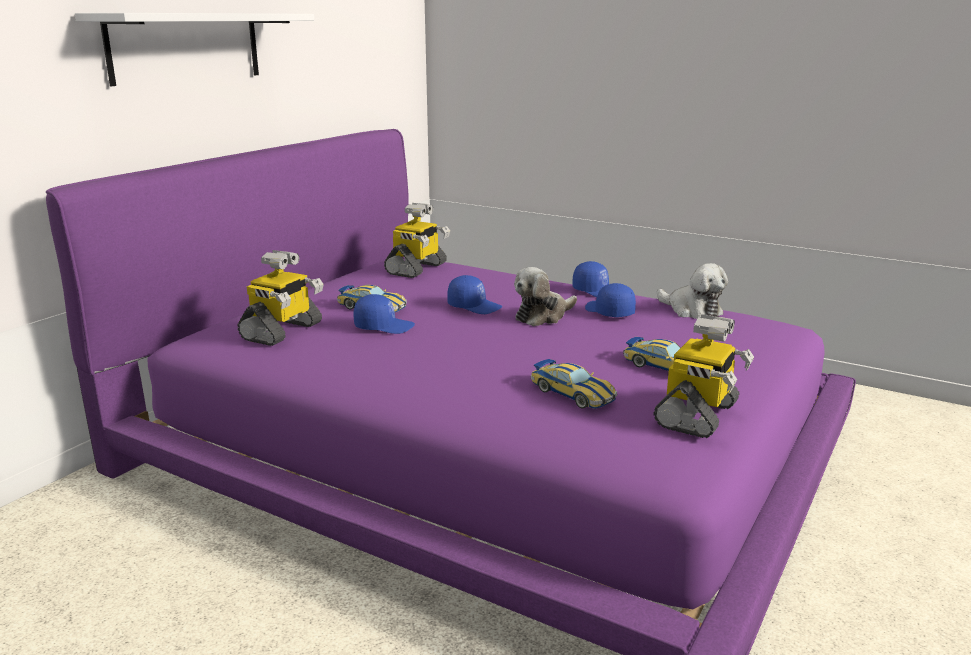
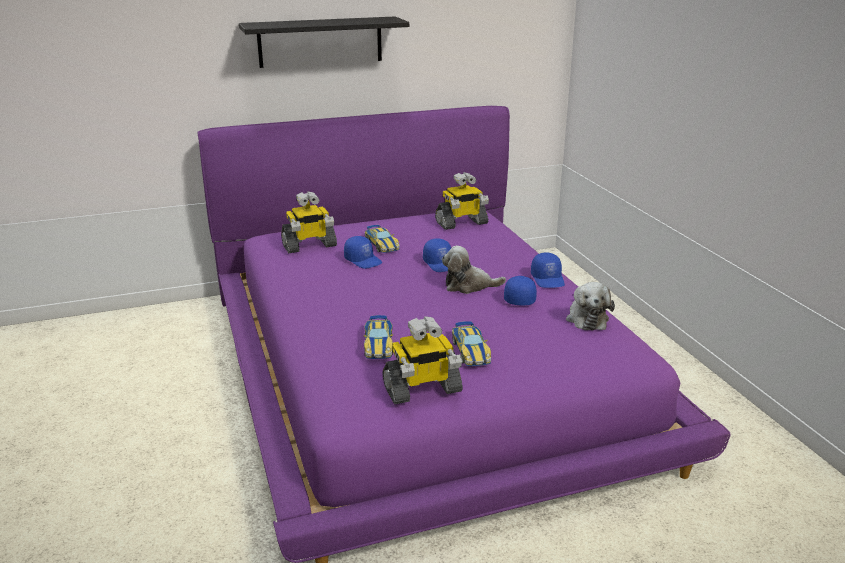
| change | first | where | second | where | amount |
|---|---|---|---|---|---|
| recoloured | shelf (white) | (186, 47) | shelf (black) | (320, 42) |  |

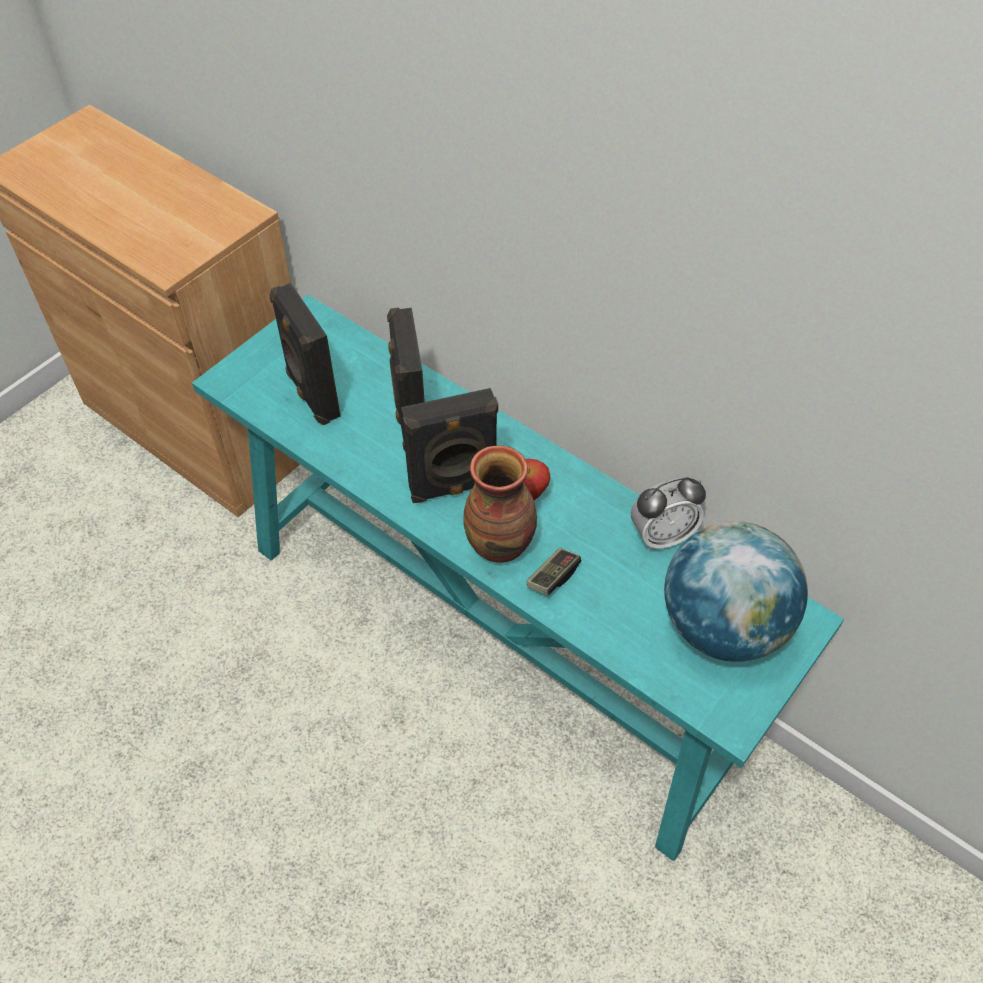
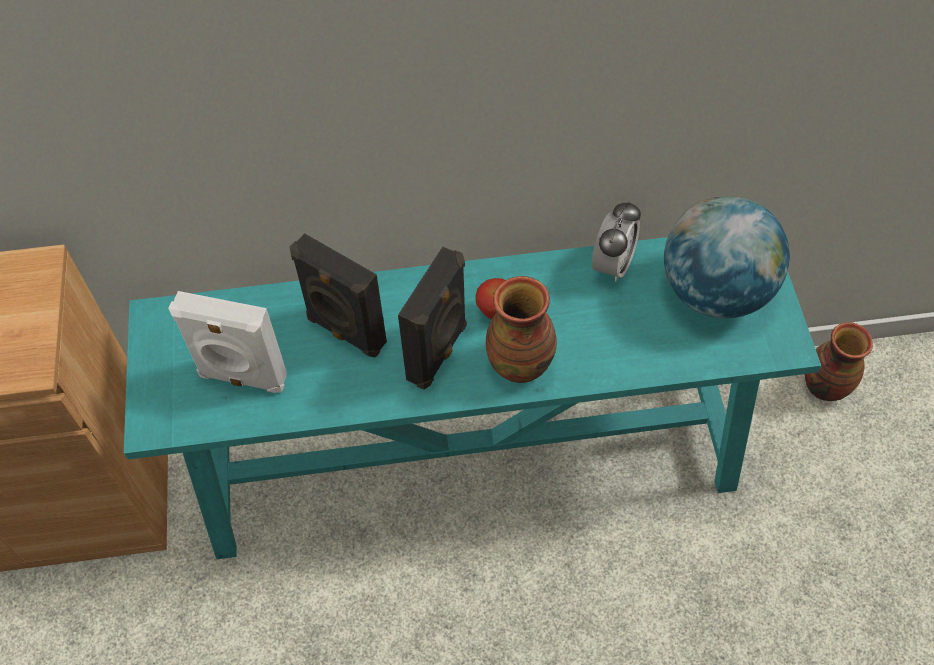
| change | first | where | second | where | amount |
|---|---|---|---|---|---|
| recoloured | speaker (black) | (311, 396) | speaker (white) | (242, 377) |  |
| added |  |  | vase | (823, 386) |  |
| removed | game controller | (553, 577) |  |  |  |

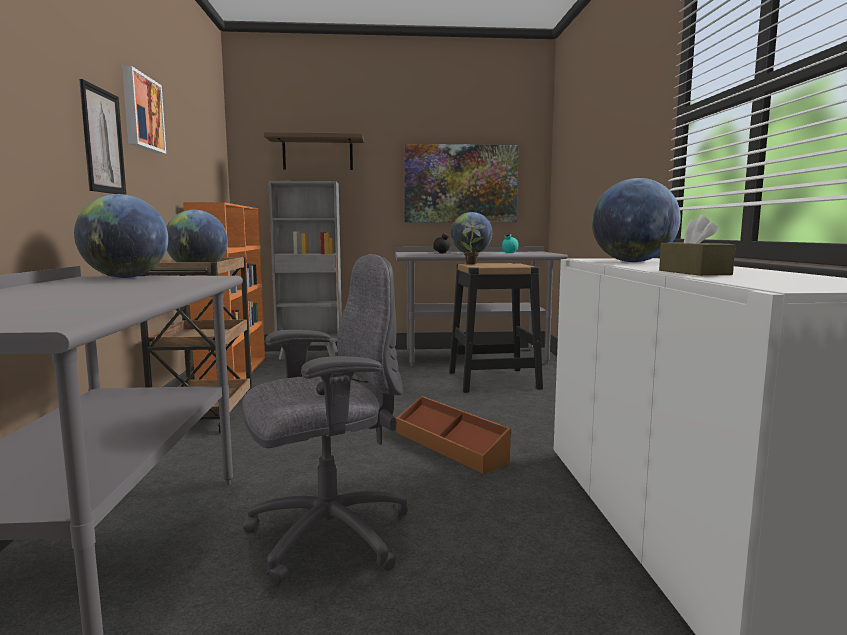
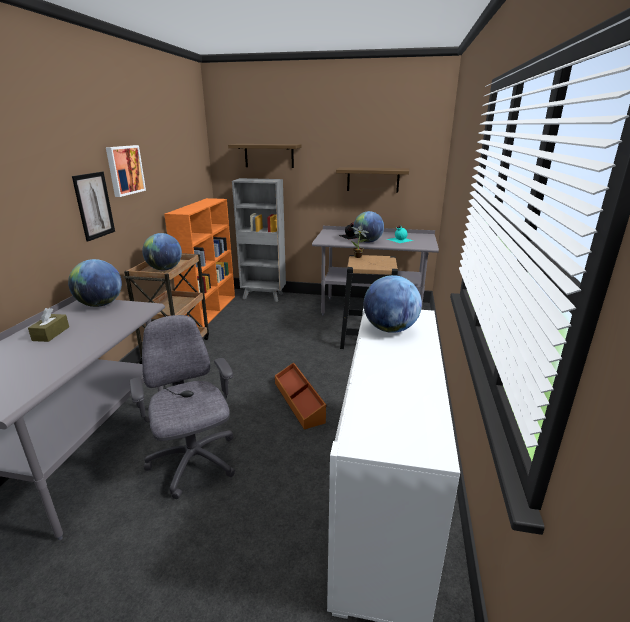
| change | first | where | second | where | amount |
|---|---|---|---|---|---|
| moved | tissue box (brown) | (694, 272) |  | (51, 333) |  |
| turned | office chair (grey) | (326, 536) |  | (194, 463) | 105 degrees counterclockwise |
| replaced | picture | (460, 184) | shelf | (373, 179) |  |

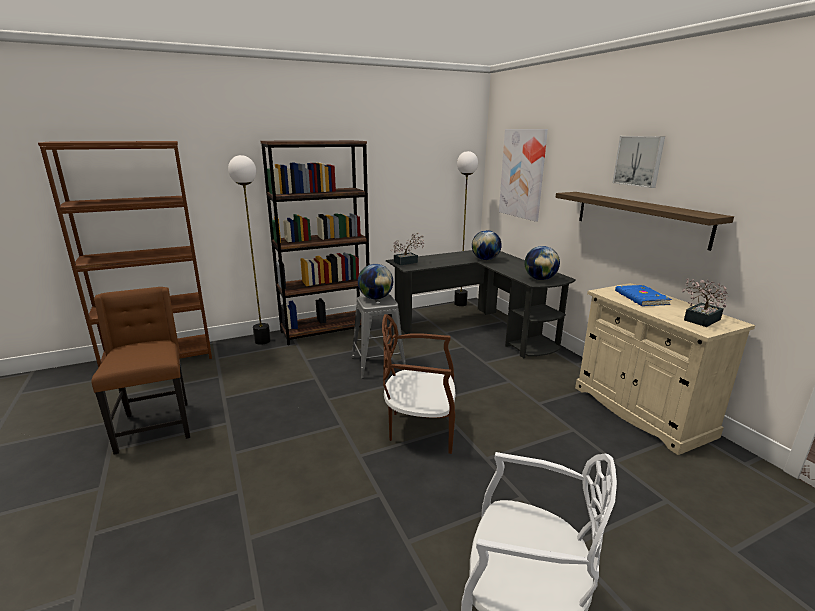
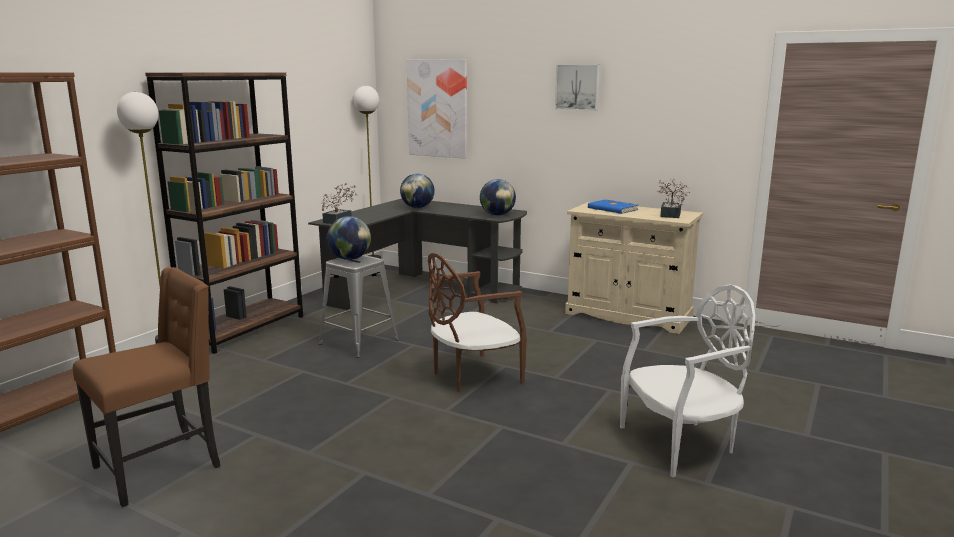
| change | first | where | second | where | amount |
|---|---|---|---|---|---|
| turned | chair (brown) | (155, 426) |  | (160, 467) | 105 degrees clockwise |
| removed | shelf | (639, 217) |  |  |  |

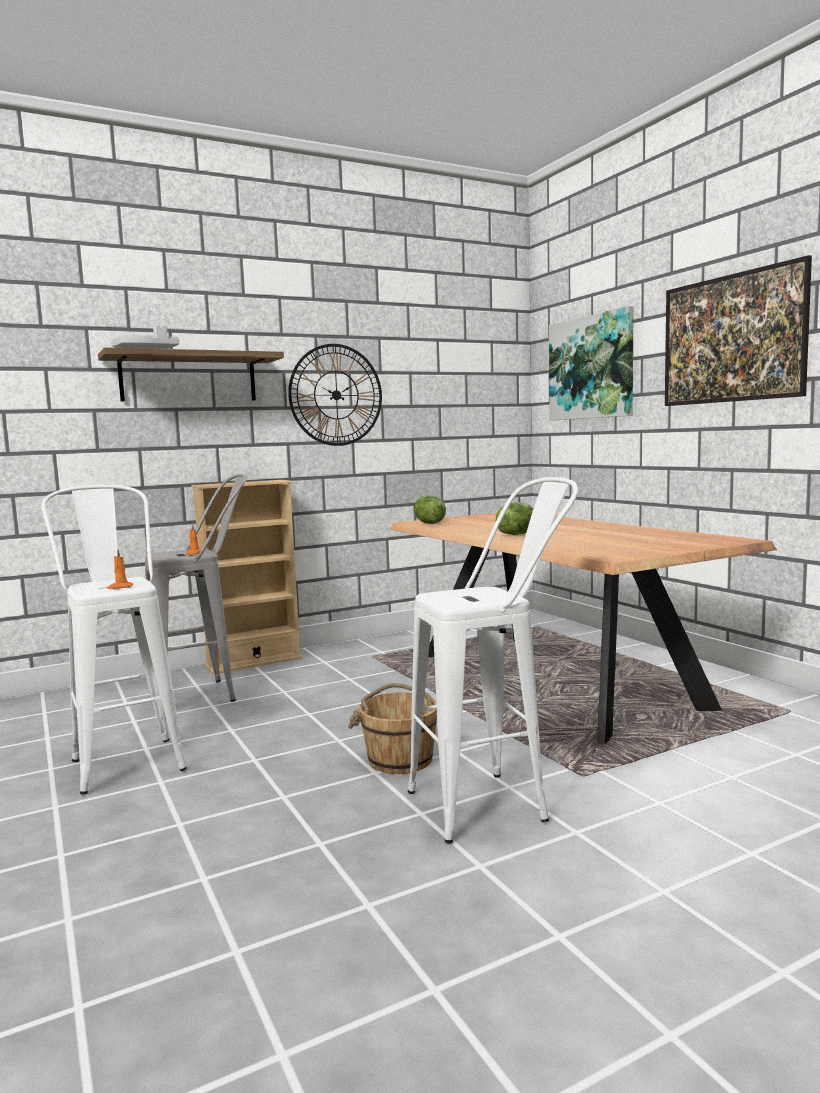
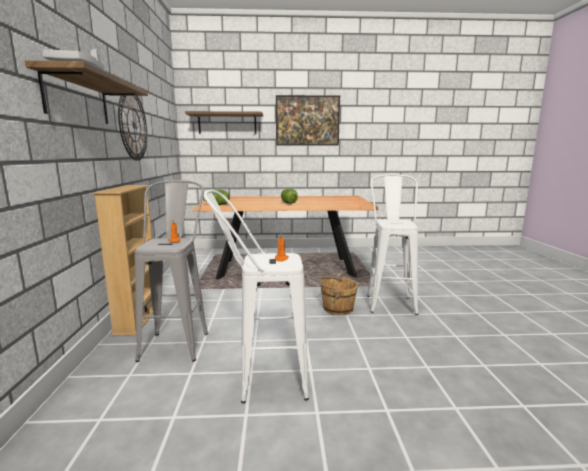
| change | first | where | second | where | amount |
|---|---|---|---|---|---|
| replaced | picture | (591, 367) | shelf | (227, 123) |  |

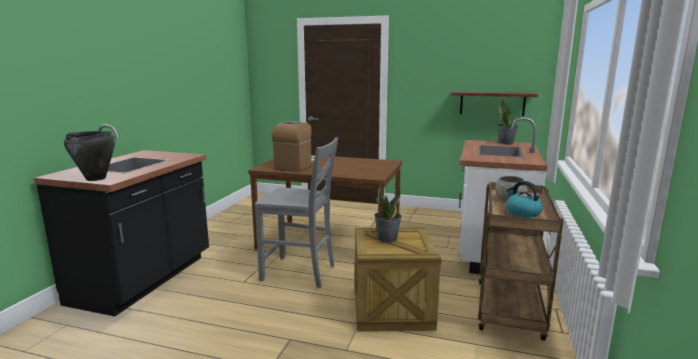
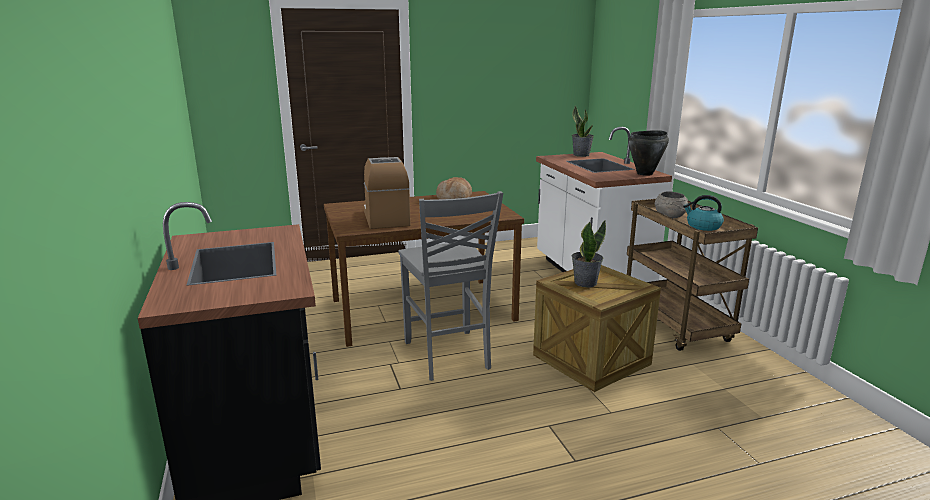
| change | first | where | second | where | amount |
|---|---|---|---|---|---|
| turned | chair (grey) | (300, 273) |  | (448, 356) | 90 degrees clockwise |
| added |  |  | bread | (454, 198) |  |
| moved | cooking pot (black) | (96, 179) |  | (645, 174) |  |
| removed | shelf | (492, 103) |  |  |  |

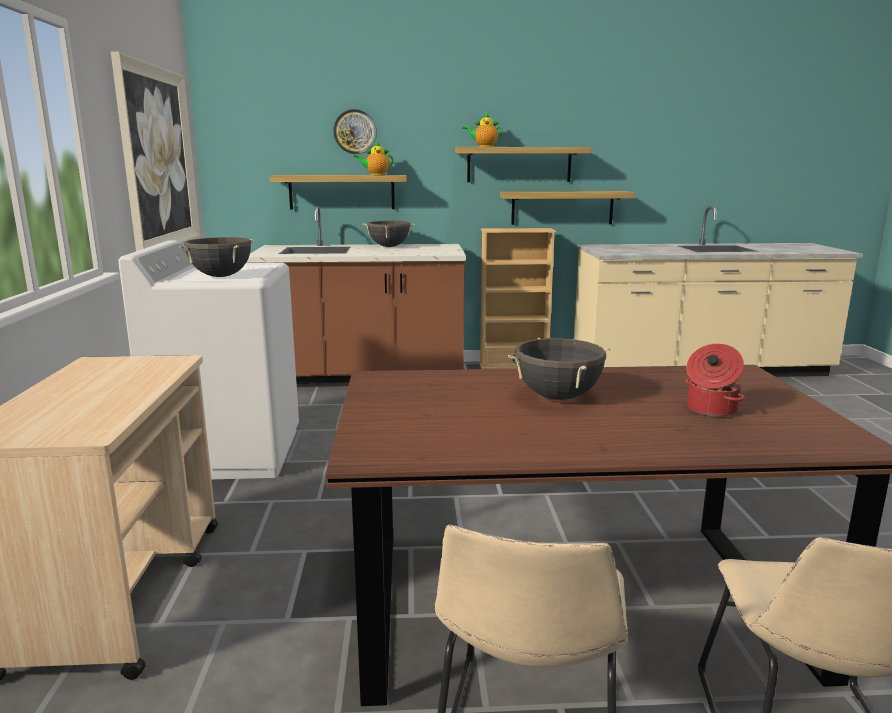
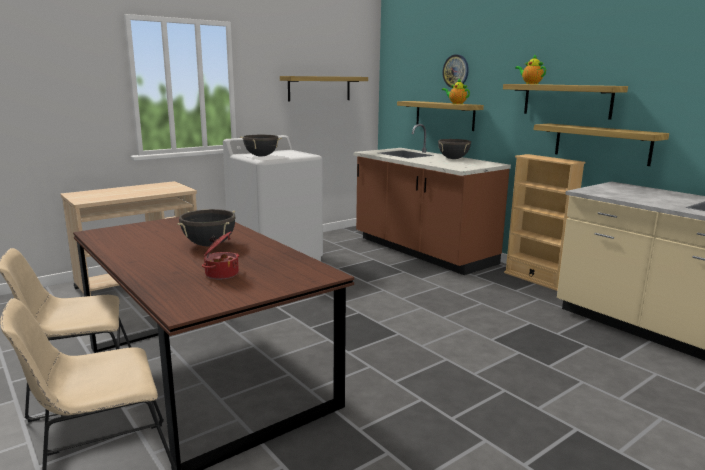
| change | first | where | second | where | amount |
|---|---|---|---|---|---|
| replaced | picture | (158, 158) | shelf | (319, 88) |  |

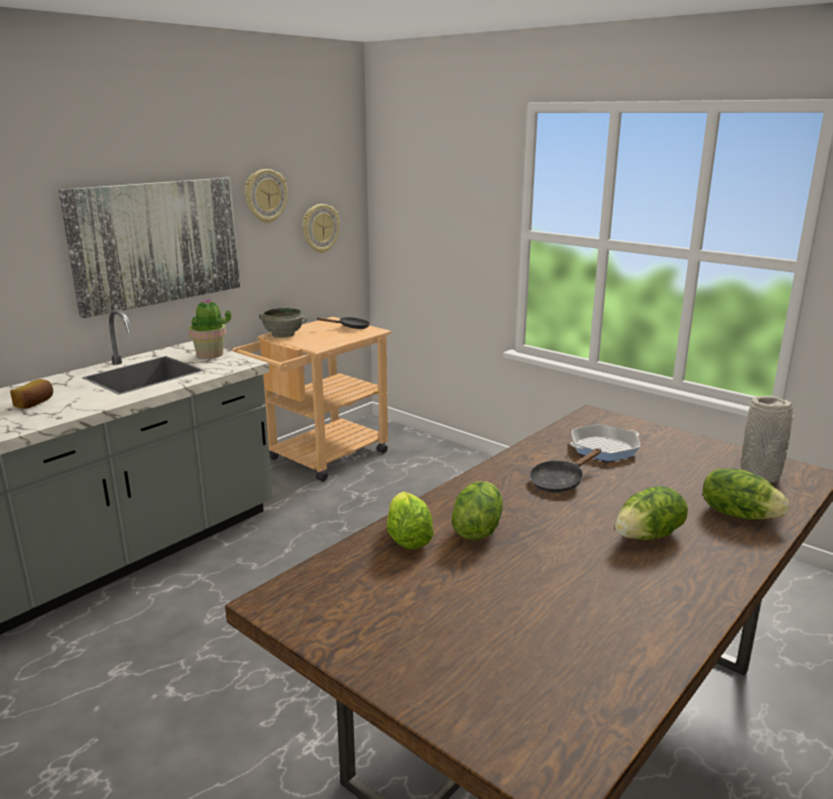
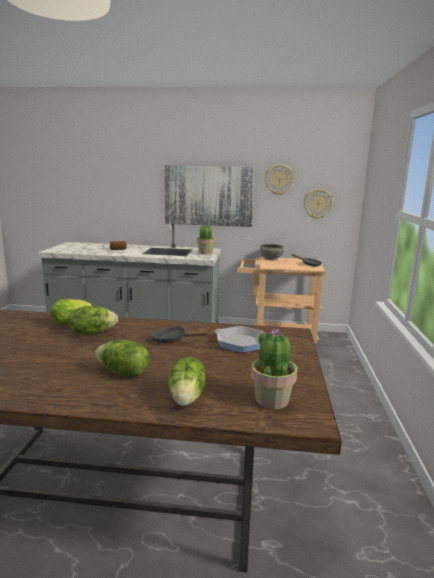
| change | first | where | second | where | amount |
|---|---|---|---|---|---|
| replaced | vase (grey) | (761, 476) | potted plant | (272, 400) |  |

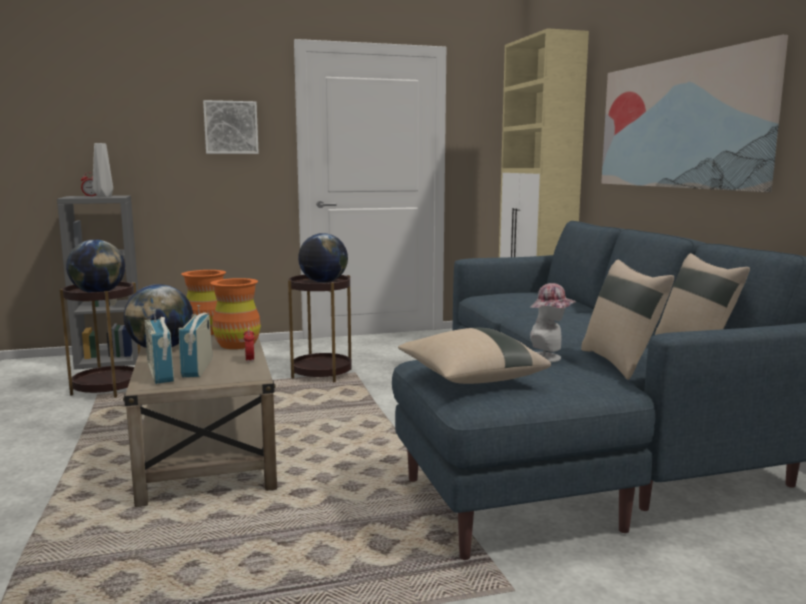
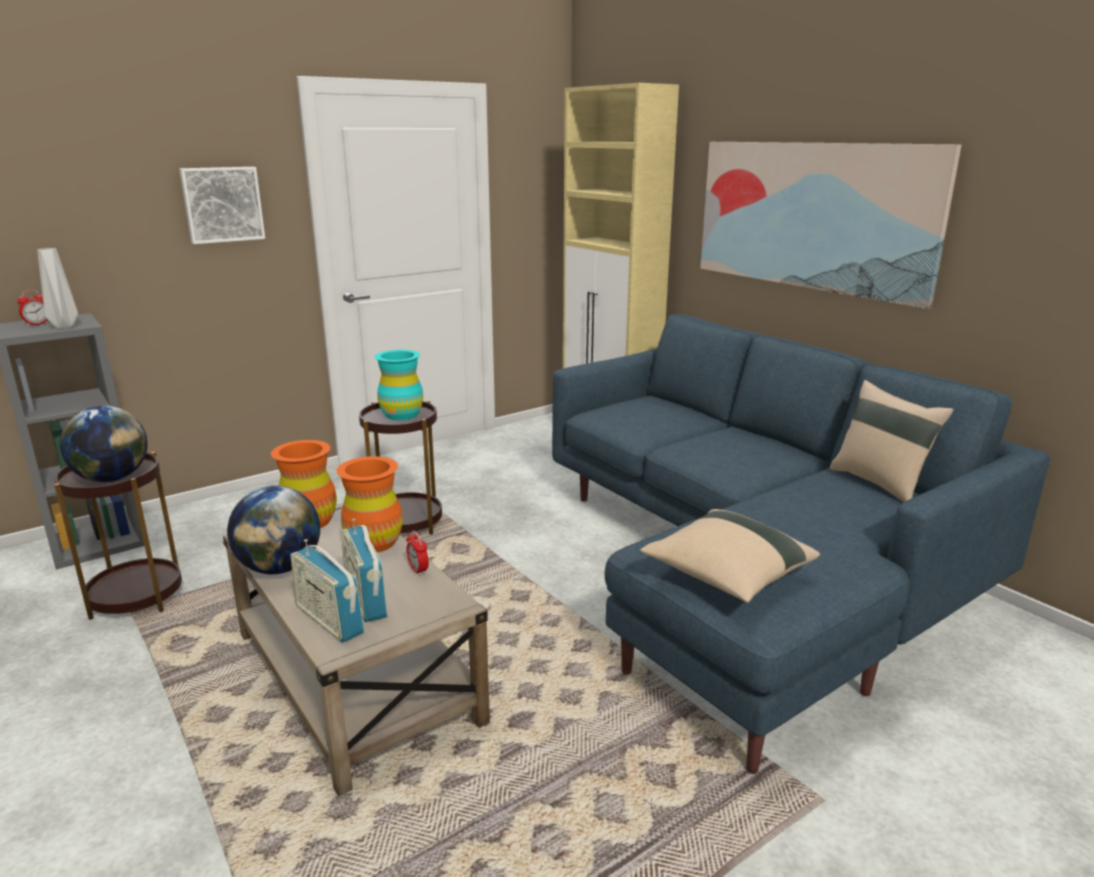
| change | first | where | second | where | amount |
|---|---|---|---|---|---|
| replaced | globe | (323, 282) | vase (turquoise) | (401, 414) |  |
| removed | hat | (549, 358) |  |  |  |
| removed | pillow (beige) | (621, 363) |  |  |  |

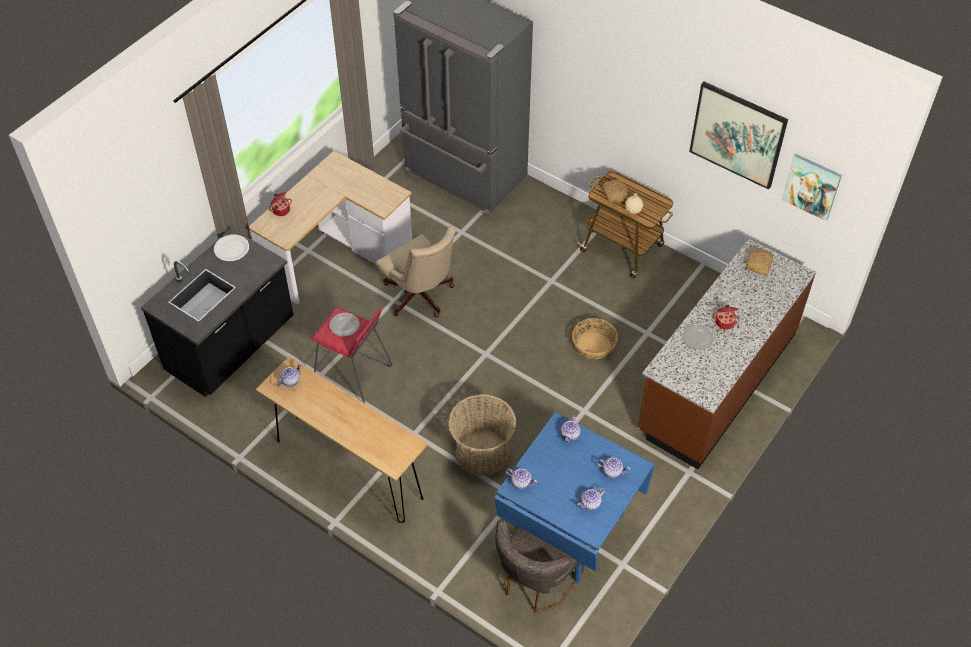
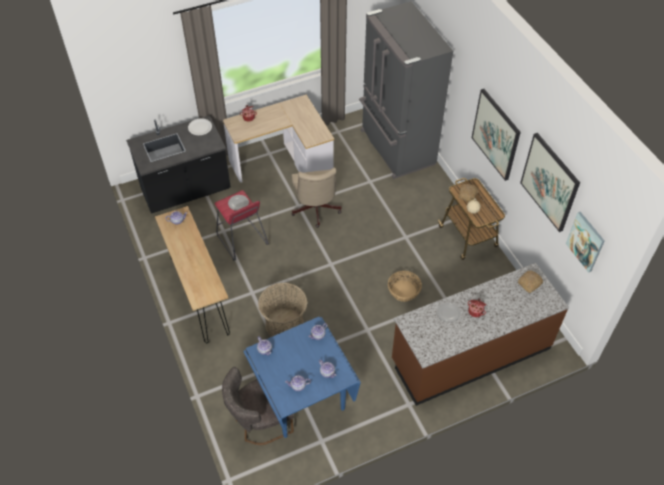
| change | first | where | second | where | amount |
|---|---|---|---|---|---|
| added |  |  | picture | (496, 134) |  |

